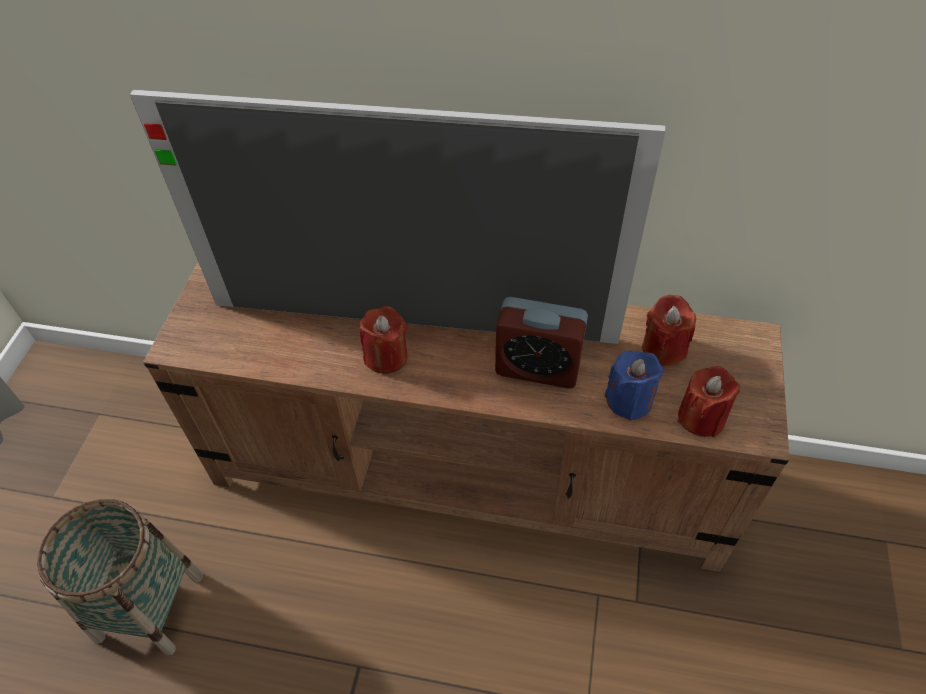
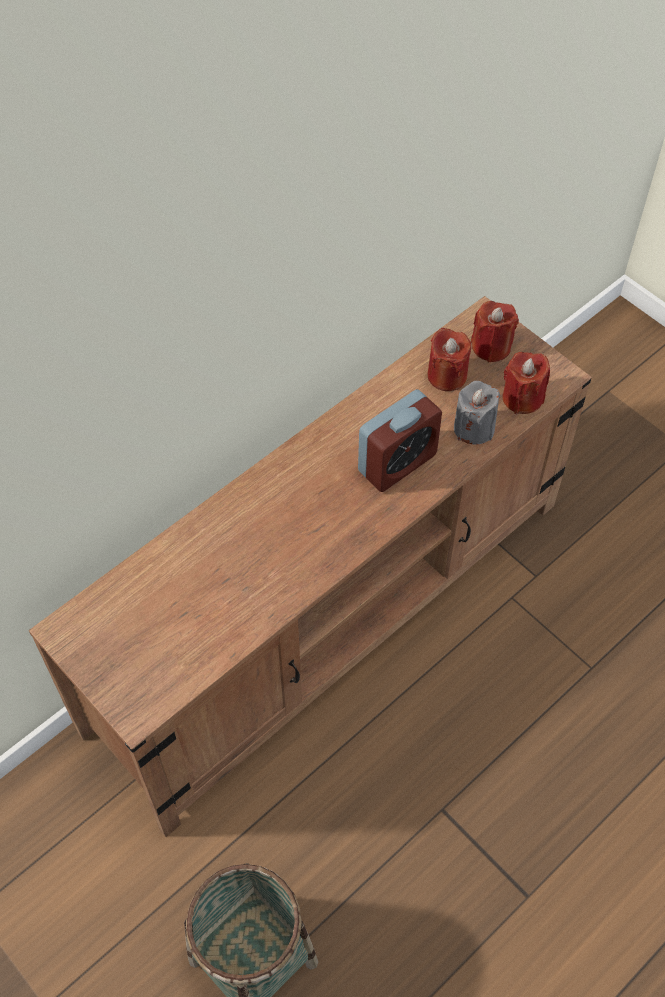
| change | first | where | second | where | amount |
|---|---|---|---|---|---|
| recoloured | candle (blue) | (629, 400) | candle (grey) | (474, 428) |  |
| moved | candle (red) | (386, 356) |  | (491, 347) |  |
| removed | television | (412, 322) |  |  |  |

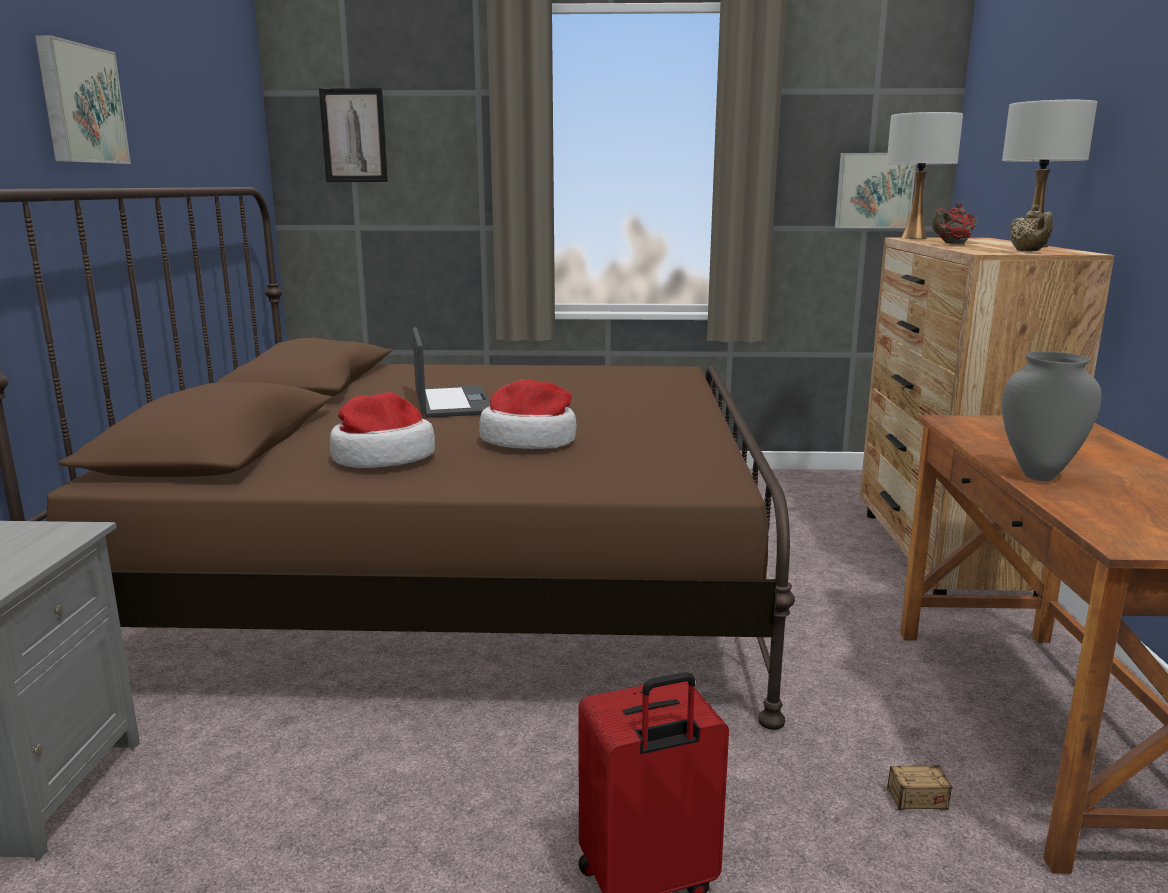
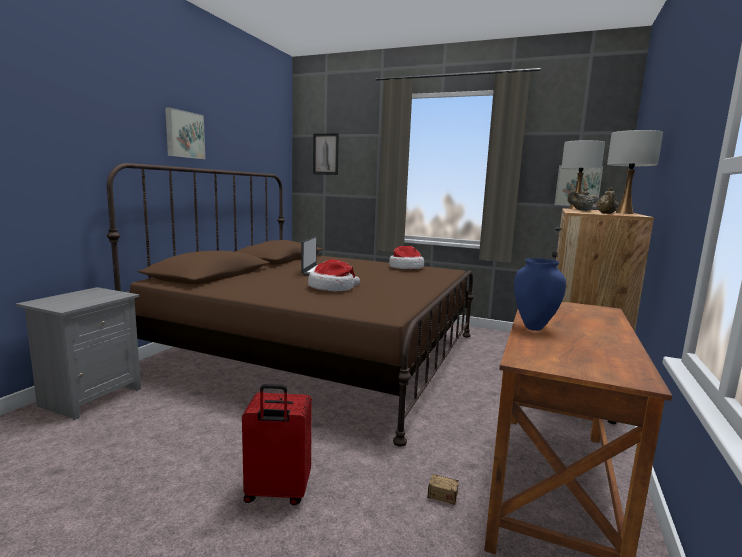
| change | first | where | second | where | amount |
|---|---|---|---|---|---|
| moved | hat | (382, 457) |  | (405, 268) |  |
| recoloured | vase (grey) | (1038, 475) | vase (blue) | (534, 327) |  |
| recoloured | teapot (red) | (952, 244) | teapot (beige) | (581, 210) |  |

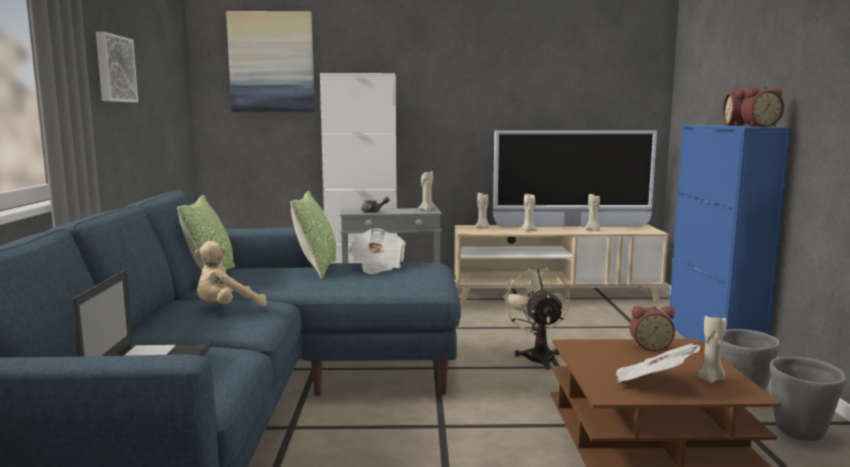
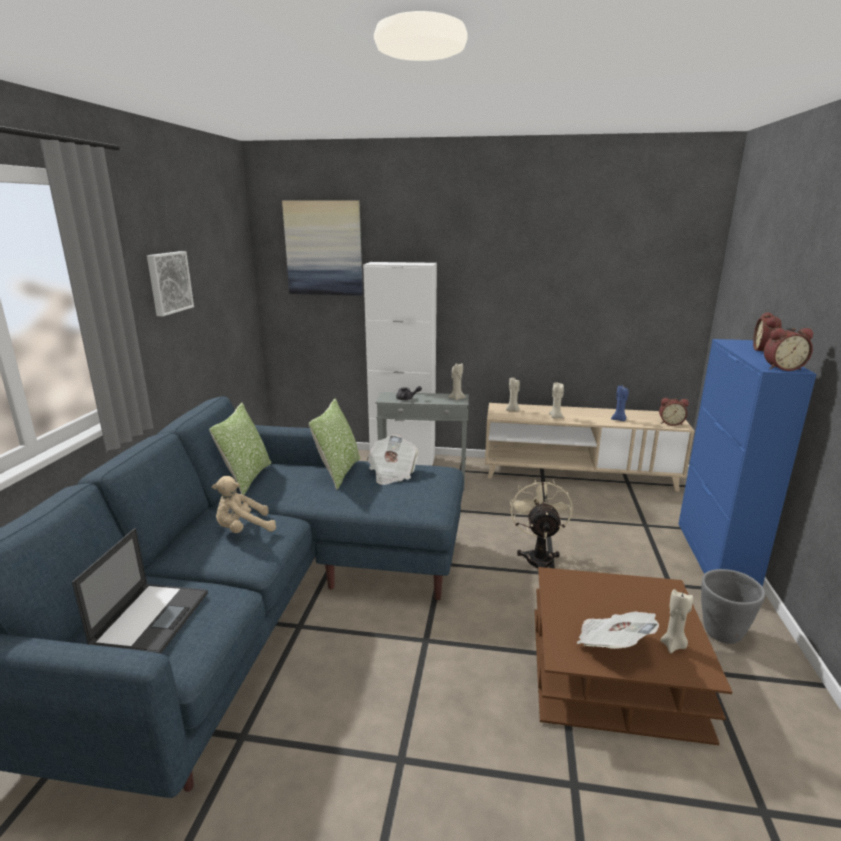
| change | first | where | second | where | amount |
|---|---|---|---|---|---|
| recoloured | candle (beige) | (592, 230) | candle (blue) | (619, 420) |  |
| moved | alarm clock | (649, 347) |  | (670, 423) |  |
| removed | television | (571, 226) |  |  |  |
| removed | planter (grey) | (800, 434) |  |  |  |

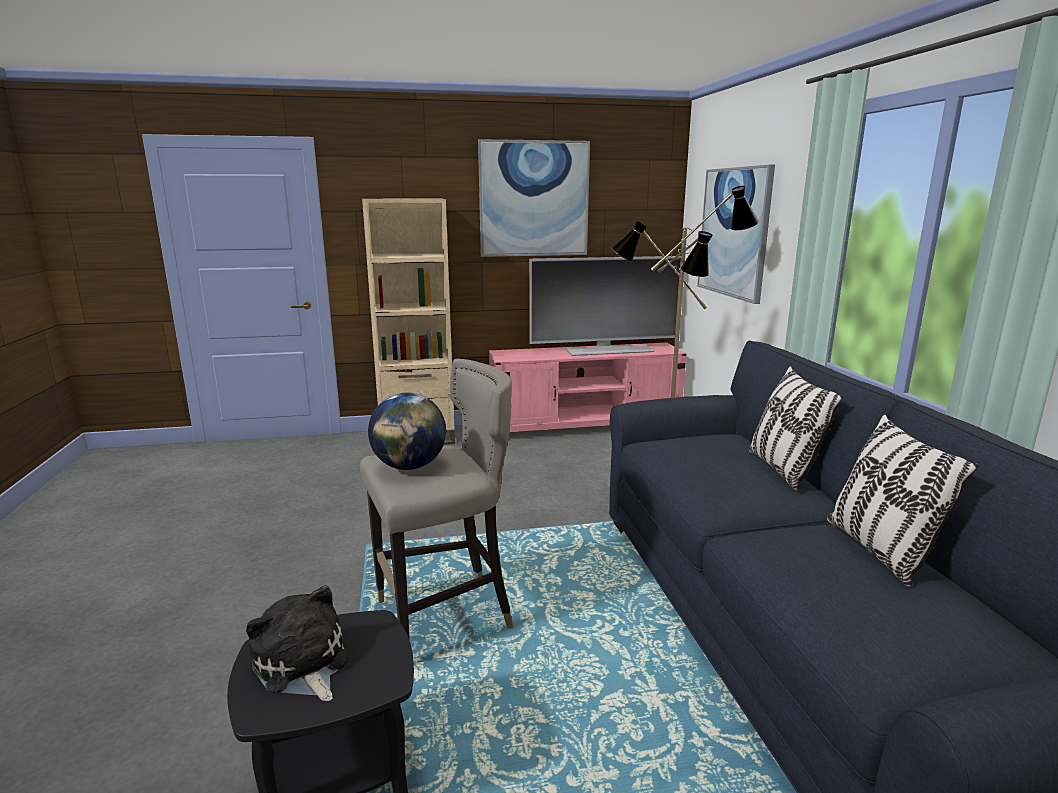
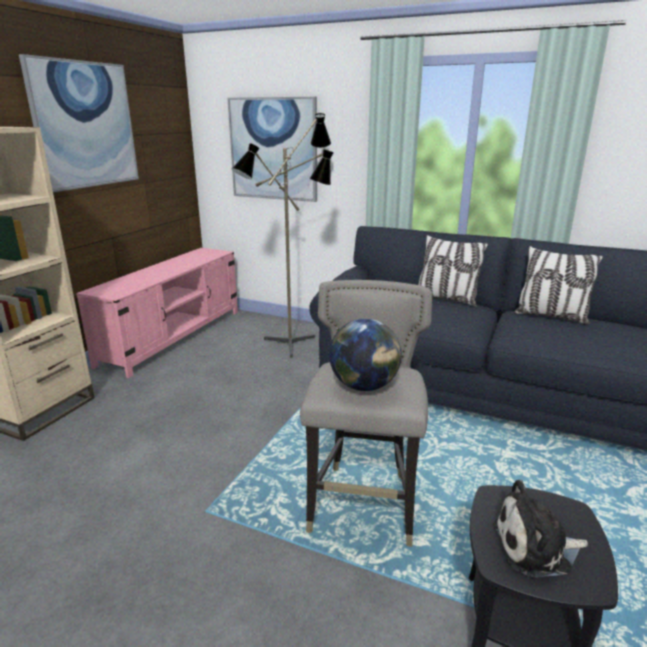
| change | first | where | second | where | amount |
|---|---|---|---|---|---|
| removed | television | (608, 350) |  |  |  |

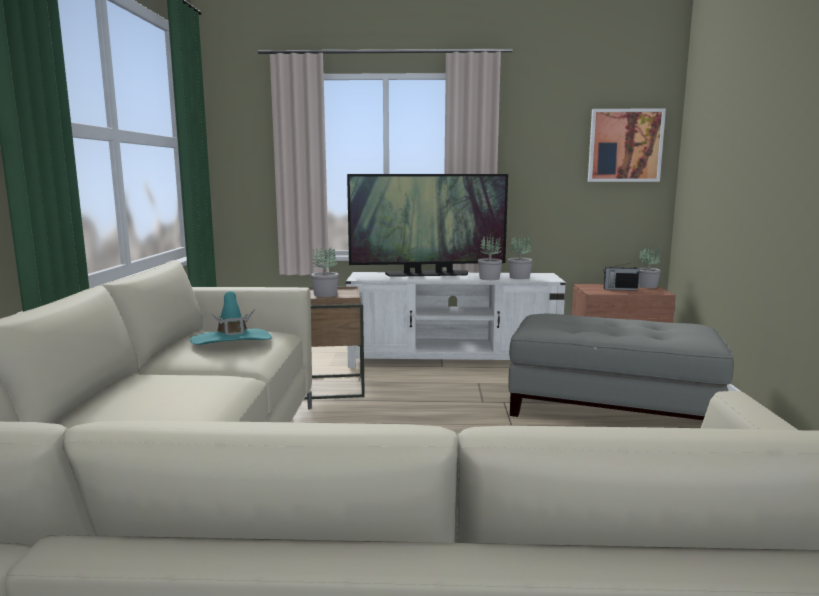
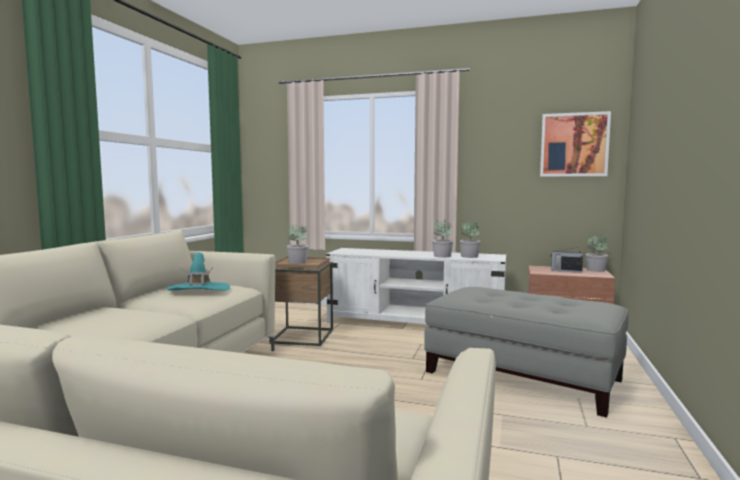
| change | first | where | second | where | amount |
|---|---|---|---|---|---|
| removed | television | (427, 274) |  |  |  |

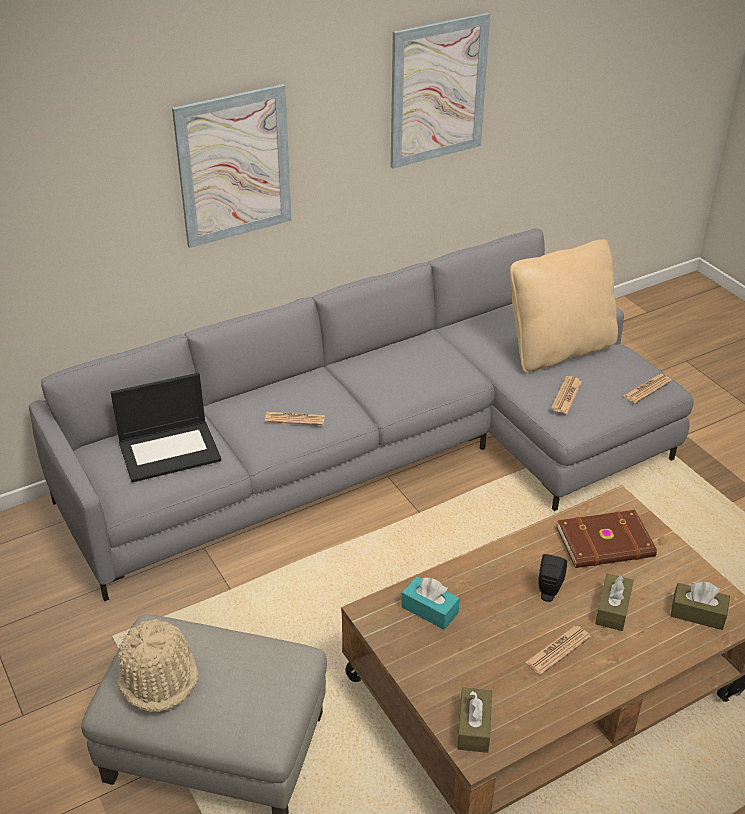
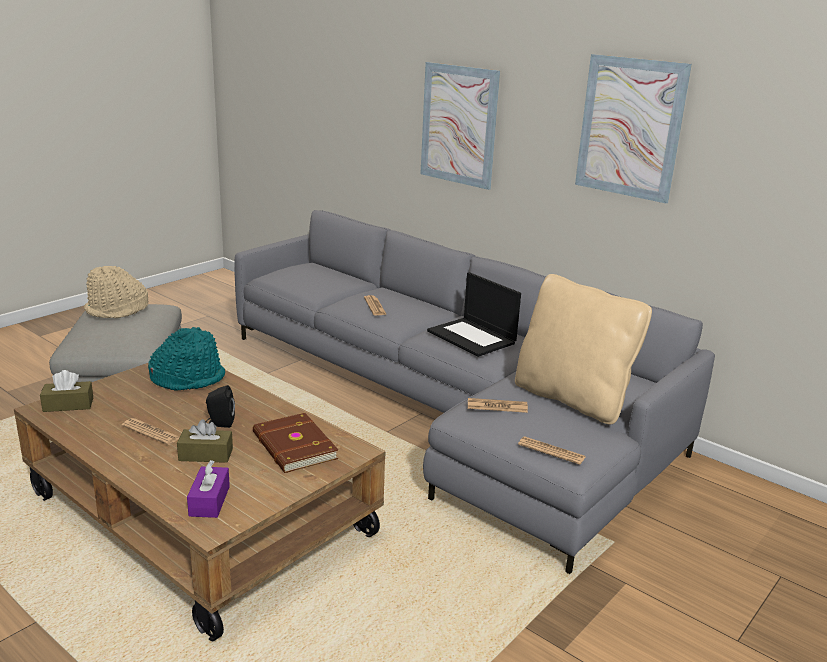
| change | first | where | second | where | amount |
|---|---|---|---|---|---|
| replaced | tissue box (turquoise) | (429, 610) | hat (turquoise) | (188, 378) |  |
| recoloured | tissue box (brown) | (697, 613) | tissue box (purple) | (209, 501) |  |
| moved | laptop | (170, 450) |  | (472, 337) |  |

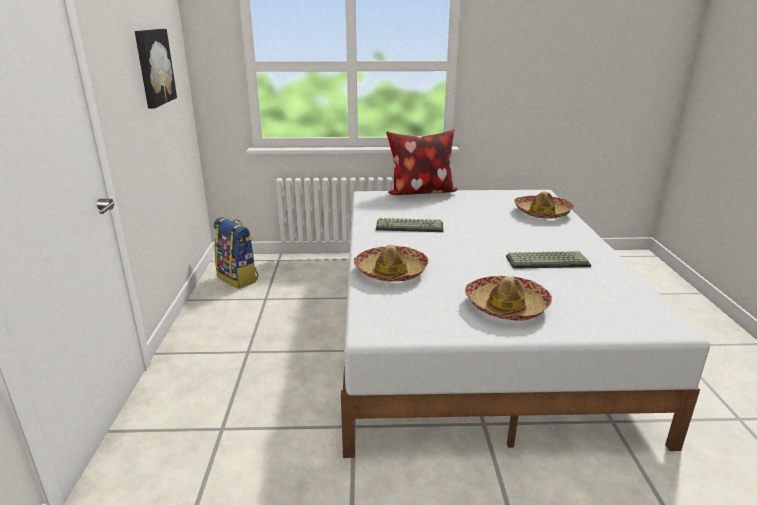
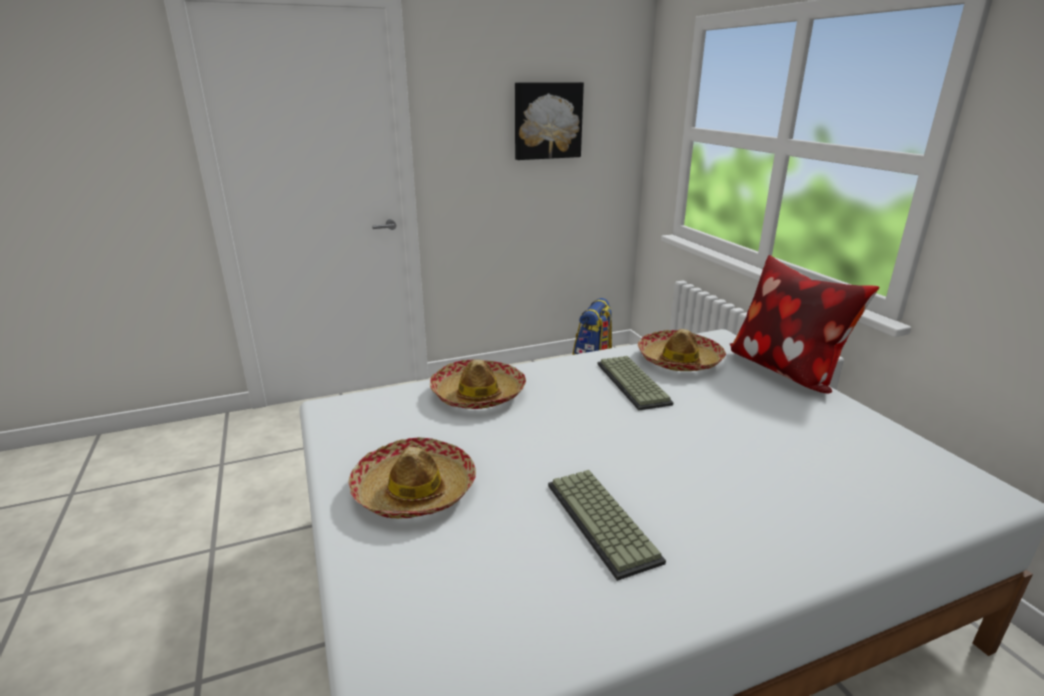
| change | first | where | second | where | amount |
|---|---|---|---|---|---|
| moved | hat | (542, 213) |  | (679, 360) |  |

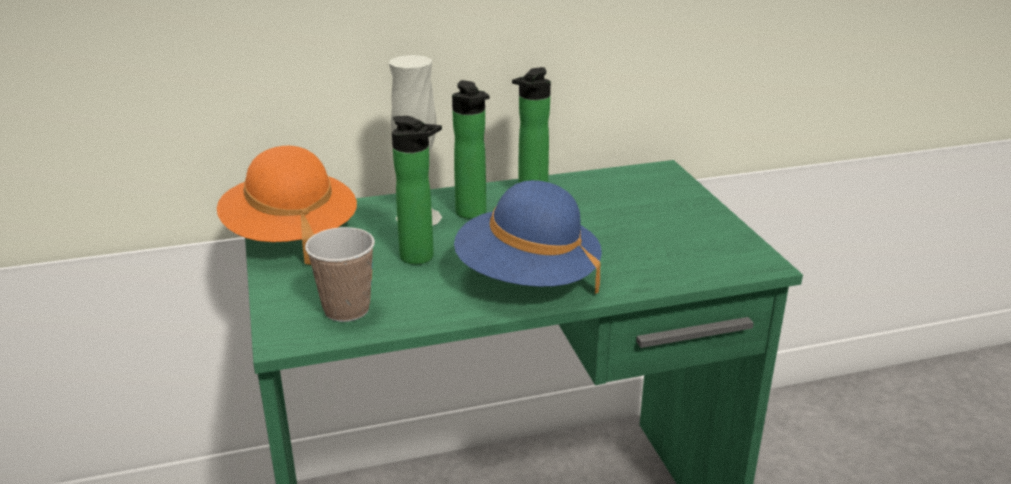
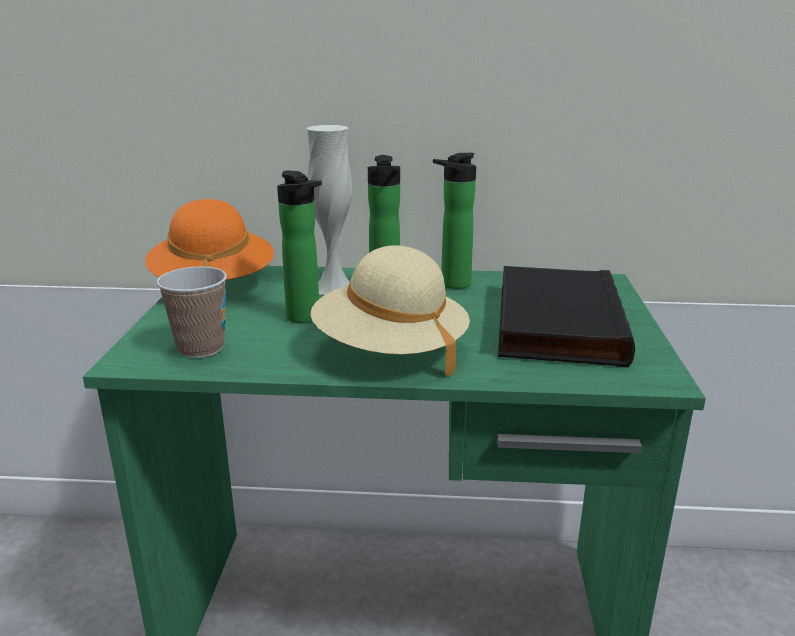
| change | first | where | second | where | amount |
|---|---|---|---|---|---|
| recoloured | hat (blue) | (527, 278) | hat (beige) | (390, 350) |  |
| added |  |  | book (black) | (553, 322) |  |

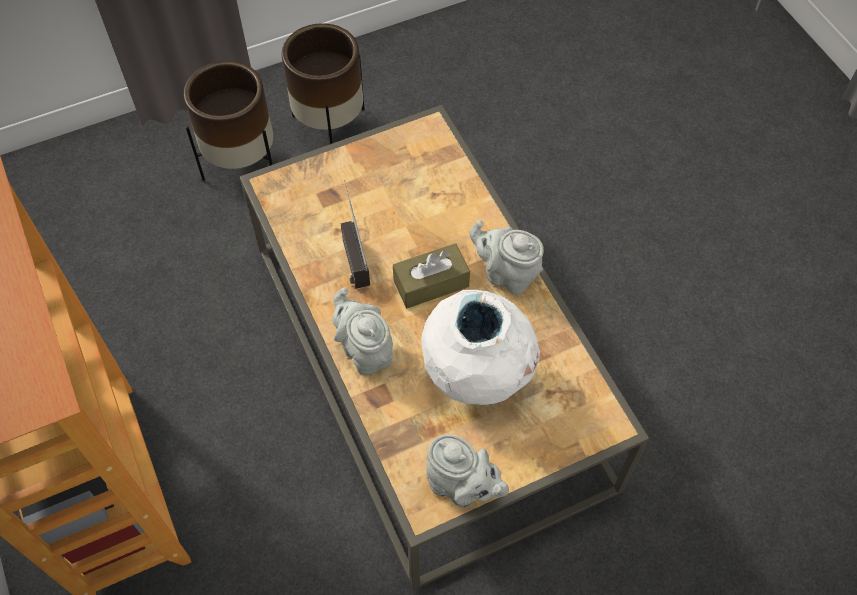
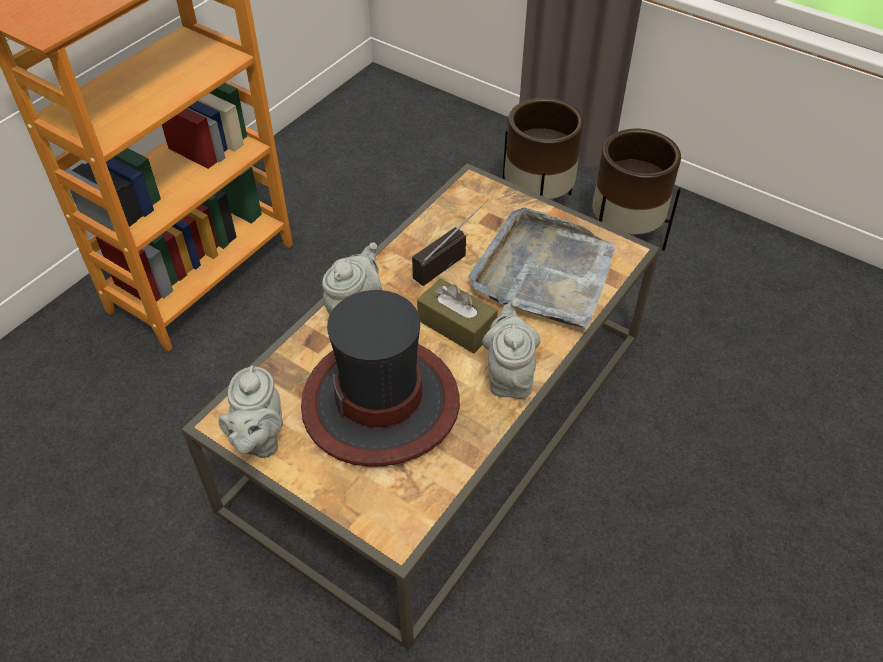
| change | first | where | second | where | amount |
|---|---|---|---|---|---|
| replaced | vase (white) | (477, 376) | hat | (381, 402) |  |
| added |  |  | tray (grey) | (544, 273) |  |

